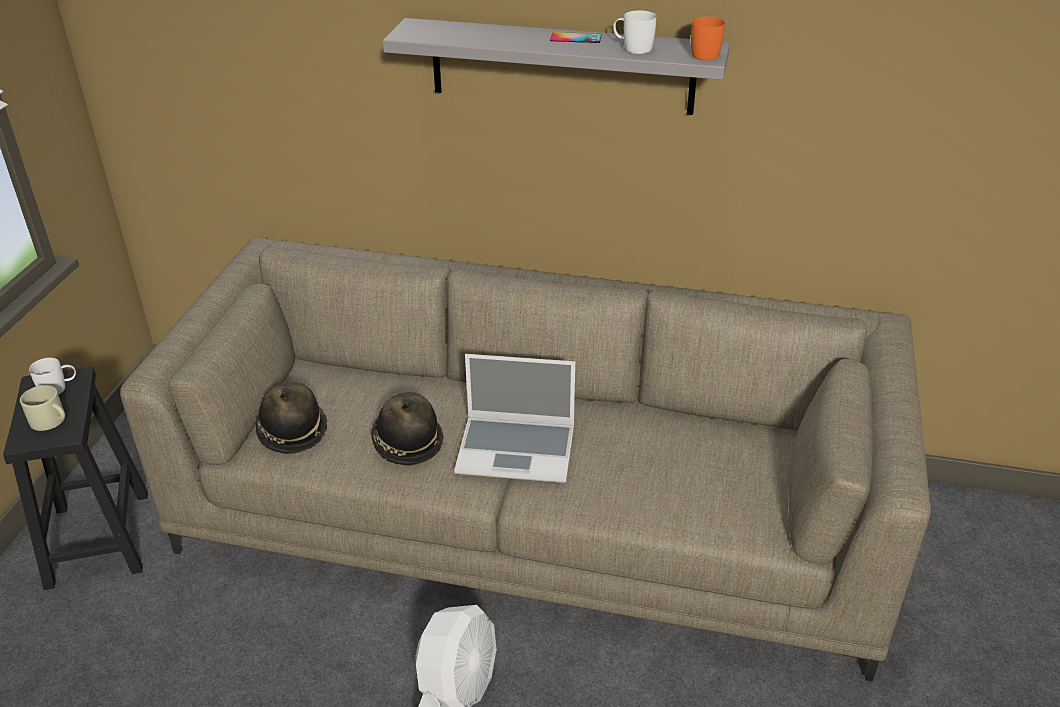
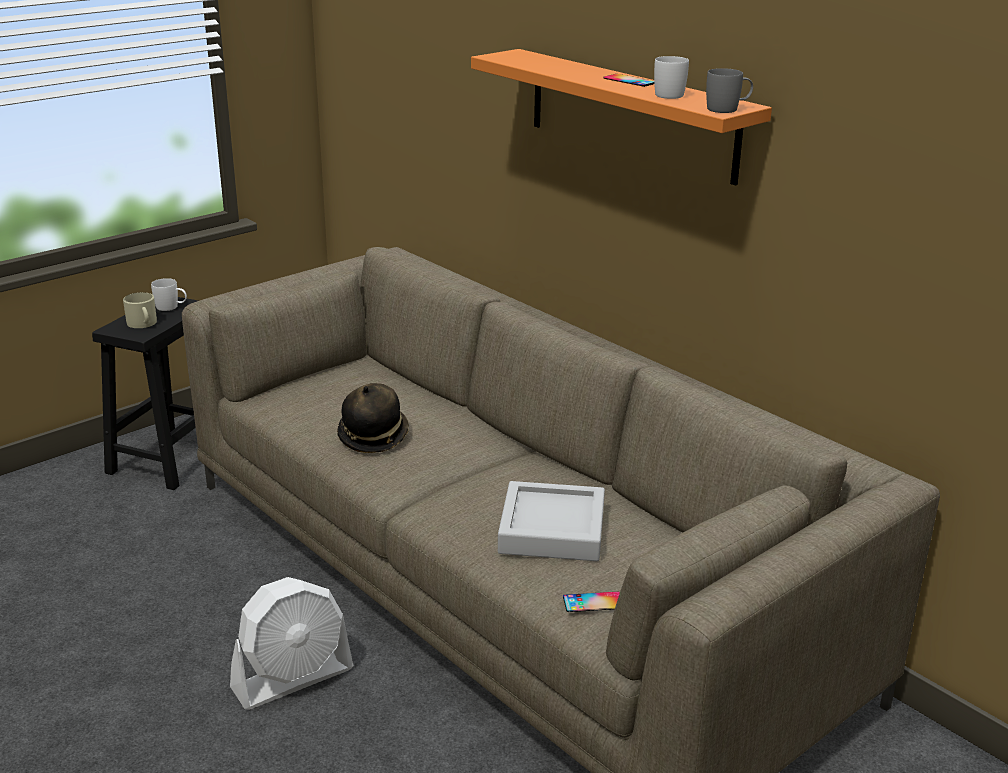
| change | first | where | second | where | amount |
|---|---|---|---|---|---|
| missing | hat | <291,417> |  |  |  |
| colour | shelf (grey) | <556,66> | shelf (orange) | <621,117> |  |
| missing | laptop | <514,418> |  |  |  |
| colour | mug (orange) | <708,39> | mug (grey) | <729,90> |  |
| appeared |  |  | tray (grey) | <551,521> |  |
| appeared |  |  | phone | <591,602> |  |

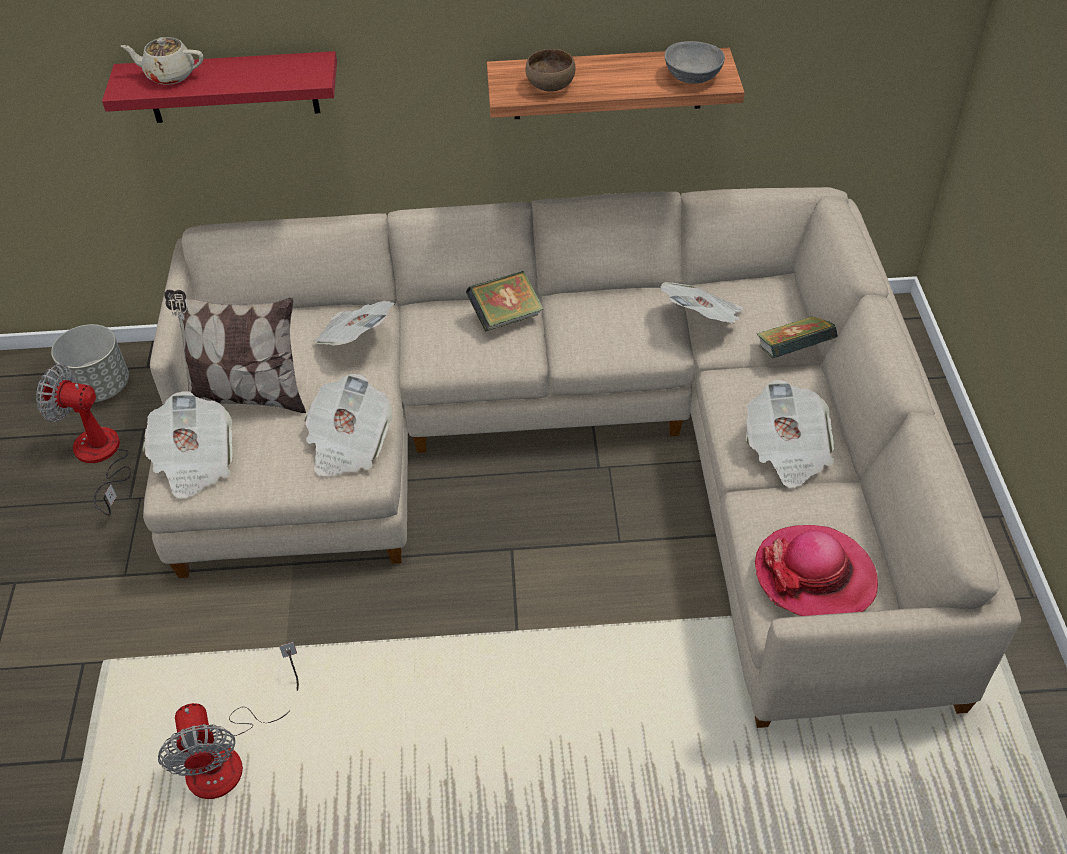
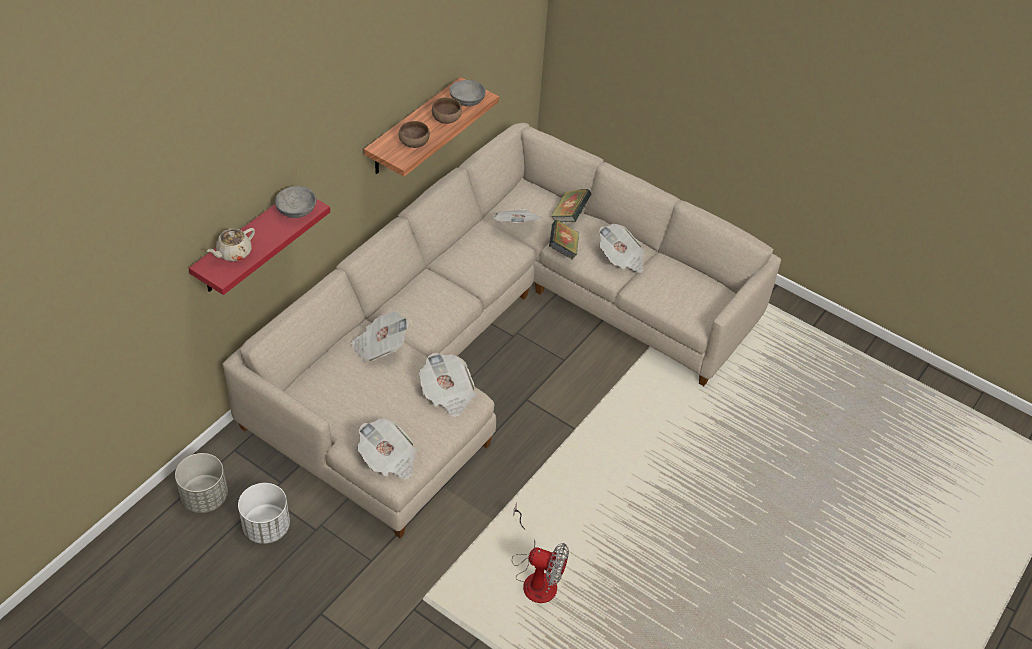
| change | first | where | second | where | amount |
|---|---|---|---|---|---|
| exchanged | fan | <83,439> | planter (white) | <264,513> |  |
| missing | pillow | <235,351> |  |  |  |
| relocated | book | <505,301> |  | <564,240> |  |
| missing | hat | <816,570> |  |  |  |
| appeared |  |  | bowl (grey) | <296,202> |  |
| appeared |  |  | bowl (brown) | <447,110> |  |

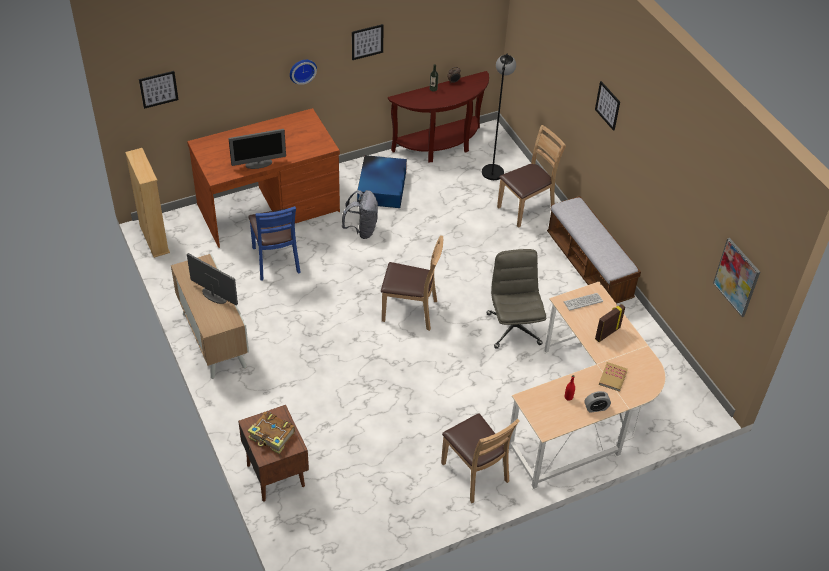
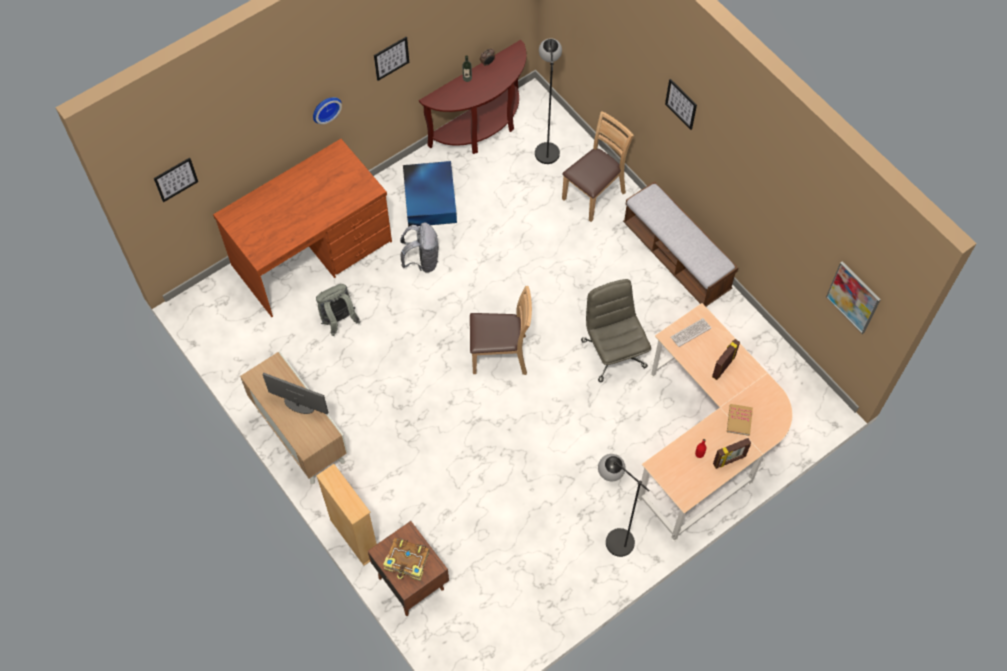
| change | first | where | second | where | amount |
|---|---|---|---|---|---|
| relocated | bookcase (beige) | <147,203> |  | <346,514> |  |
| missing | monitor | <257,149> |  |  |  |
| exchanged | chair (blue) | <274,243> | backpack (grey) | <338,310> |  |
| exchanged | chair (brown) | <480,458> | floor lamp (black) | <623,505> |  |
| exchanged | alarm clock | <597,402> | picture frame | <732,453> |  |

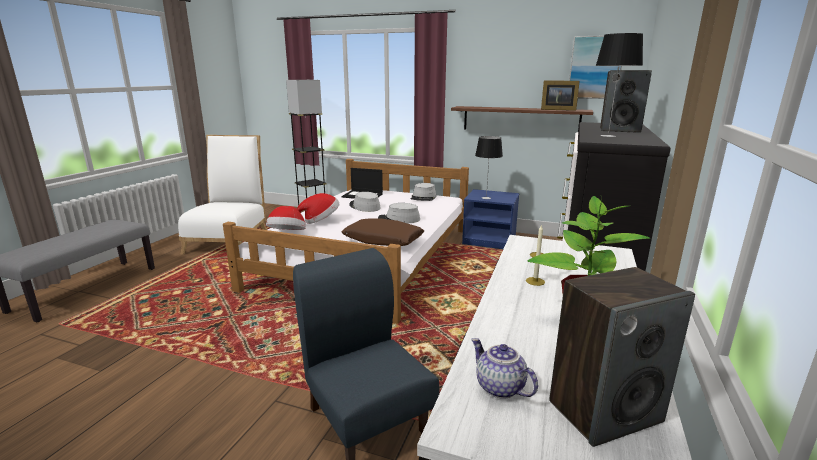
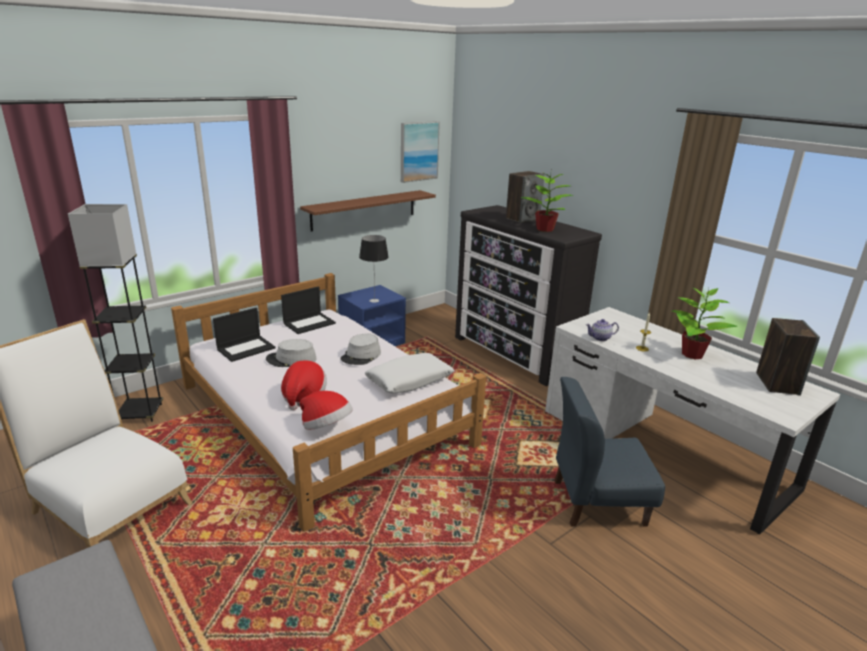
| change | first | where | second | where | amount |
|---|---|---|---|---|---|
| colour | pillow (brown) | <382,232> | pillow (white) | <410,373> |  |
| exchanged | hat (grey) | <423,192> | laptop | <308,310> |  |
| relocated | teapot | <504,368> |  | <602,330> |  |
| missing | picture frame | <560,96> |  |  |  |
| exchanged | table lamp | <619,85> | potted plant | <547,202> |  |

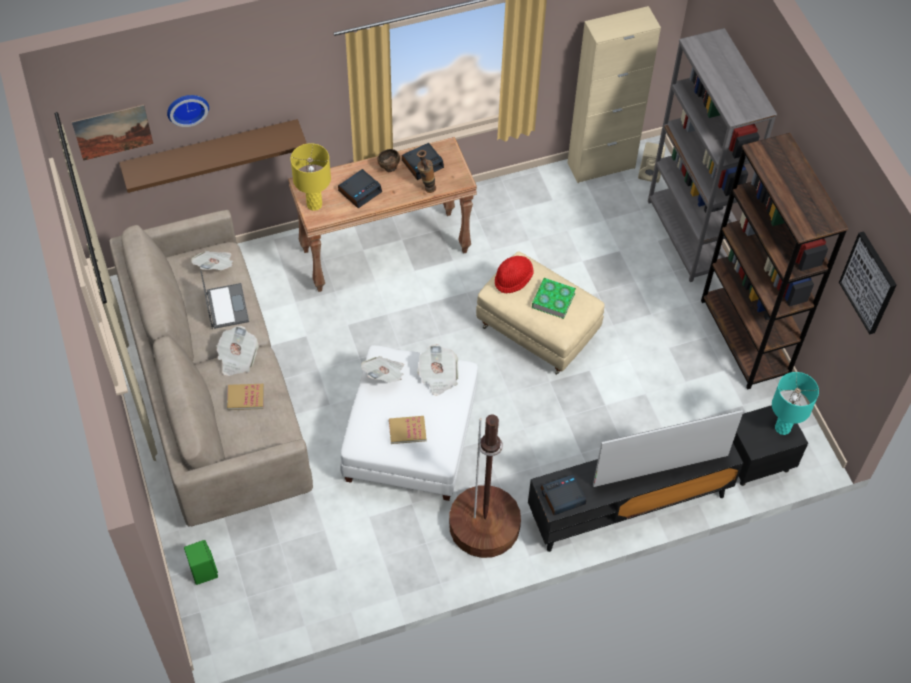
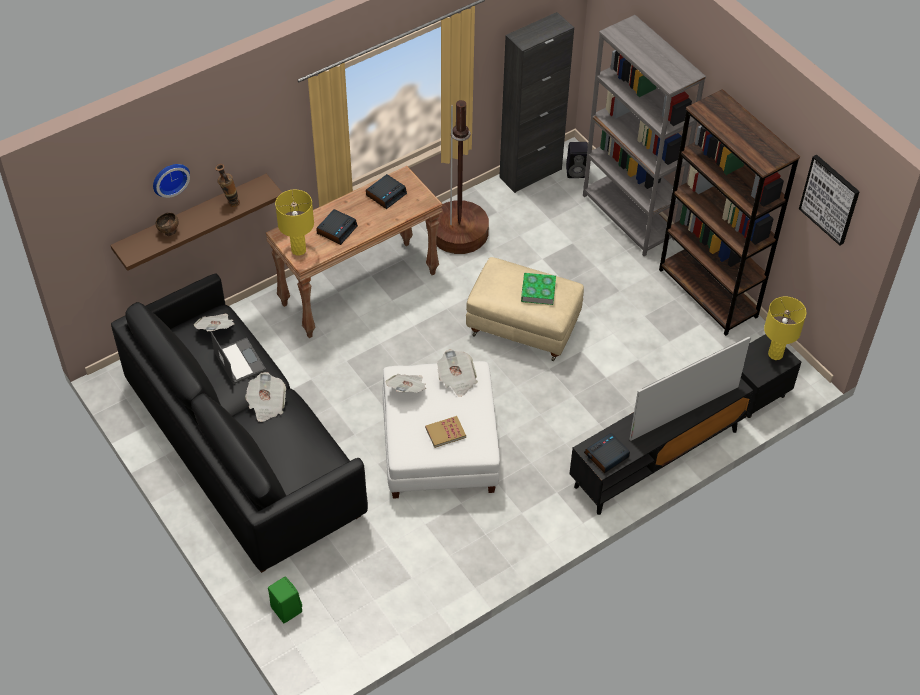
| change | first | where | second | where | amount |
|---|---|---|---|---|---|
| missing | picture | <112,132> |  |  |  |
| colour | sofa (beige) | <211,368> | sofa (black) | <239,423> |  |
| missing | book | <245,397> |  |  |  |
| relocated | bowl (brown) | <388,160> |  | <167,224> |  |
| relocated | vase | <426,171> |  | <227,185> |  |
| relocated | floor lamp (brown) | <485,486> |  | <462,177> |  |
| missing | hat (red) | <514,274> |  |  |  |
| colour | cabinet (beige) | <614,94> | cabinet (black) | <536,102> |  |
| colour | speaker (beige) | <652,162> | speaker (black) | <577,160> |  |
| colour | table lamp (turquoise) | <795,403> | table lamp (yellow) | <785,328> |  |

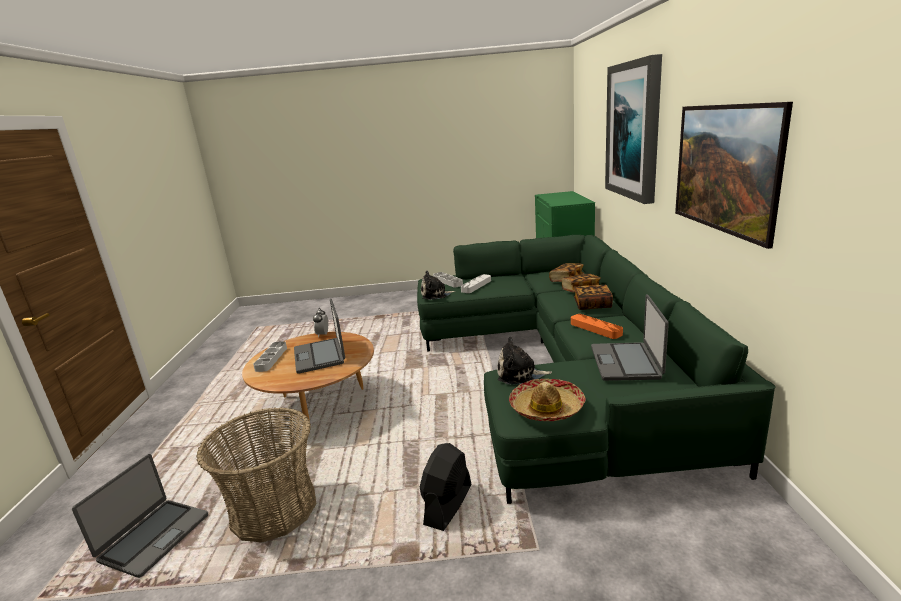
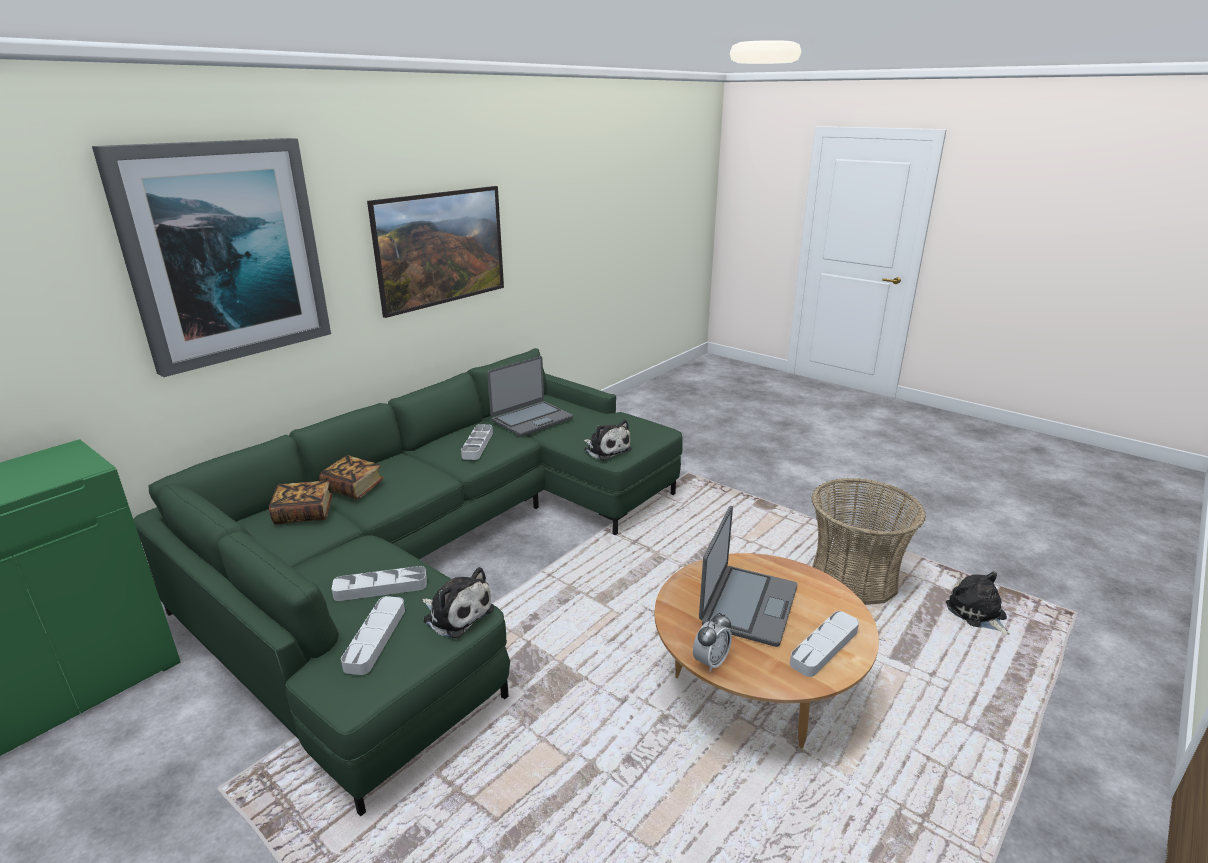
| change | first | where | second | where | amount |
|---|---|---|---|---|---|
| exchanged | laptop | <140,516> | plush toy | <978,603> |  |
| missing | fan (black) | <445,487> |  |  |  |
| missing | hat | <547,400> |  |  |  |
| colour | tray (orange) | <597,326> | tray (grey) | <477,442> |  |
| missing | book | <593,297> |  |  |  |

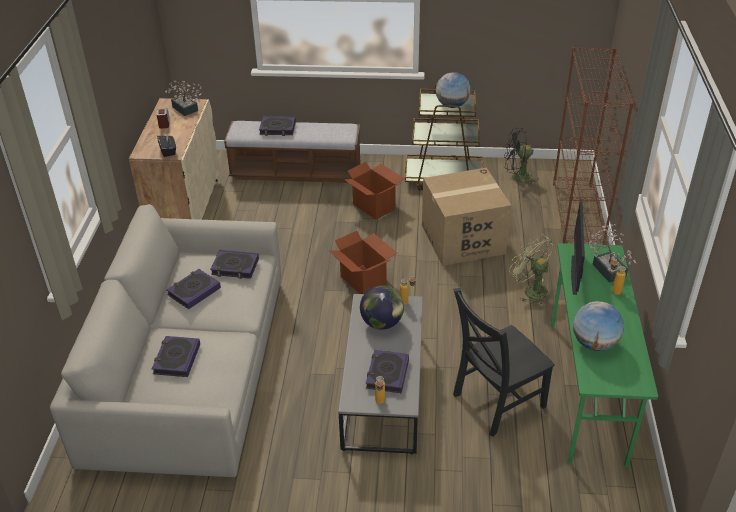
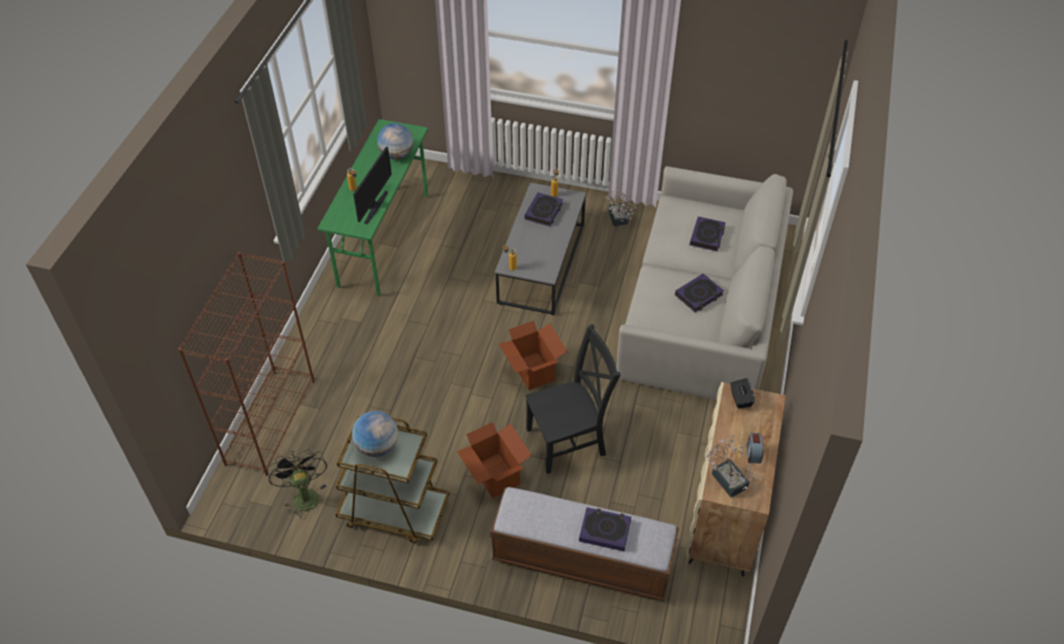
| change | first | where | second | where | amount |
|---|---|---|---|---|---|
| missing | book | <234,264> |  |  |  |
| missing | globe | <382,307> |  |  |  |
| missing | cardboard box | <466,217> |  |  |  |
| relocated | chair (black) | <504,362> |  | <573,399> |  |
| spun | fan (black) | <521,157> |  | <297,483> | 120 degrees counterclockwise |
| missing | fan (green) | <531,269> |  |  |  |
| relocated | potted plant | <612,253> |  | <620,208> |  |

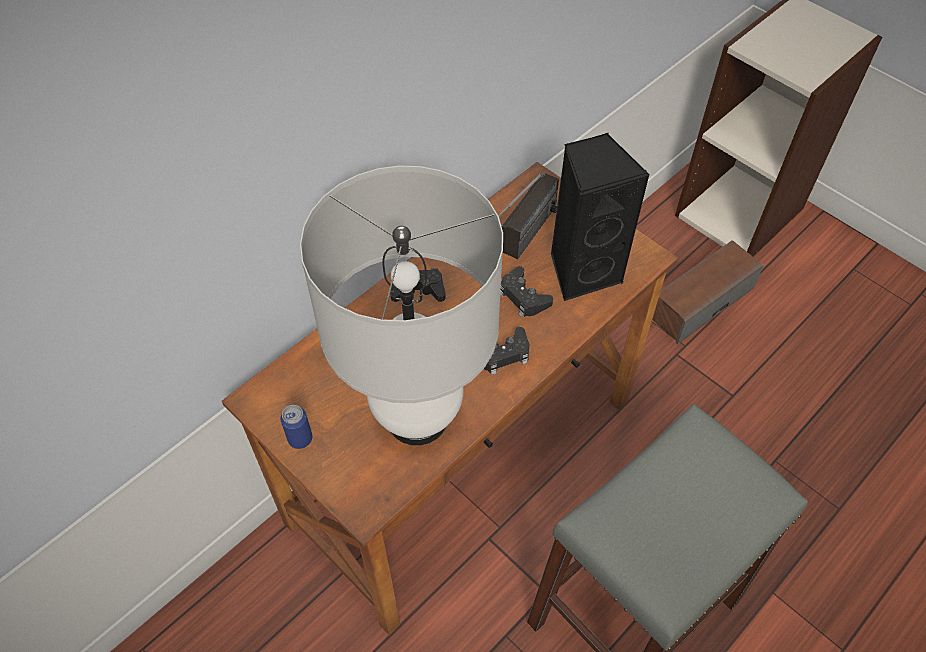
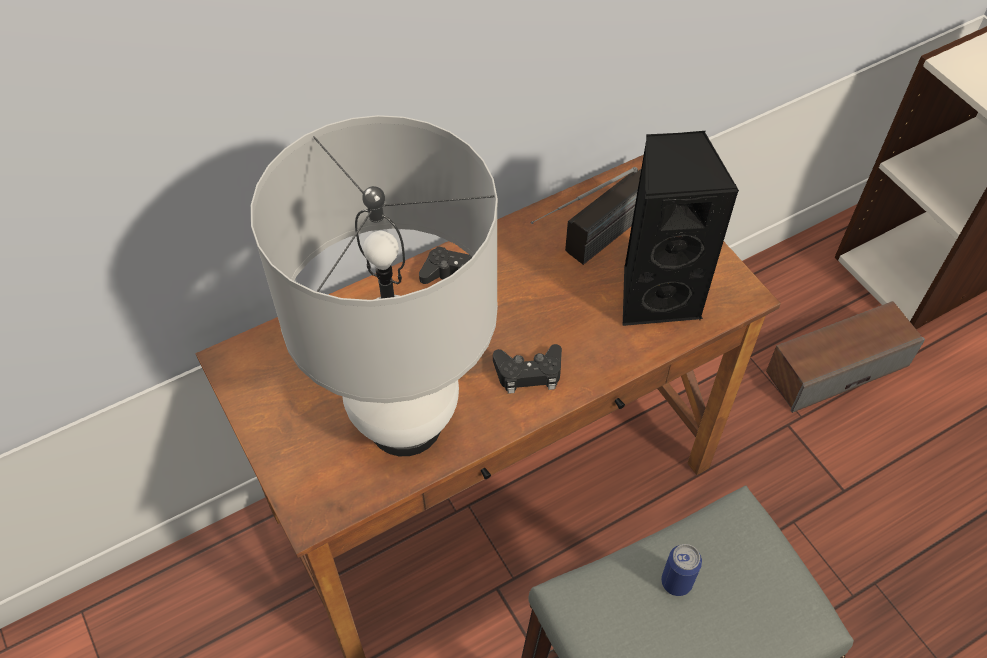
| change | first | where | second | where | amount |
|---|---|---|---|---|---|
| relocated | can | <296,427> |  | <681,570> |  |
| missing | game controller (black) | <526,291> |  |  |  |

